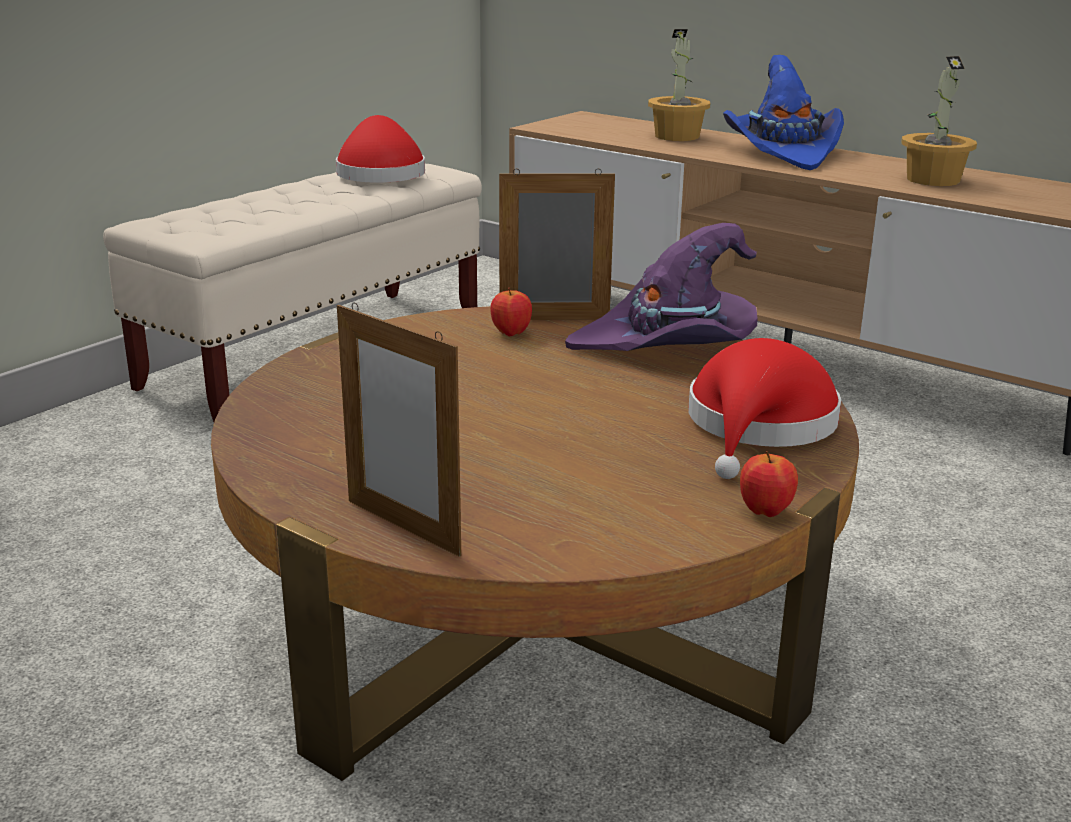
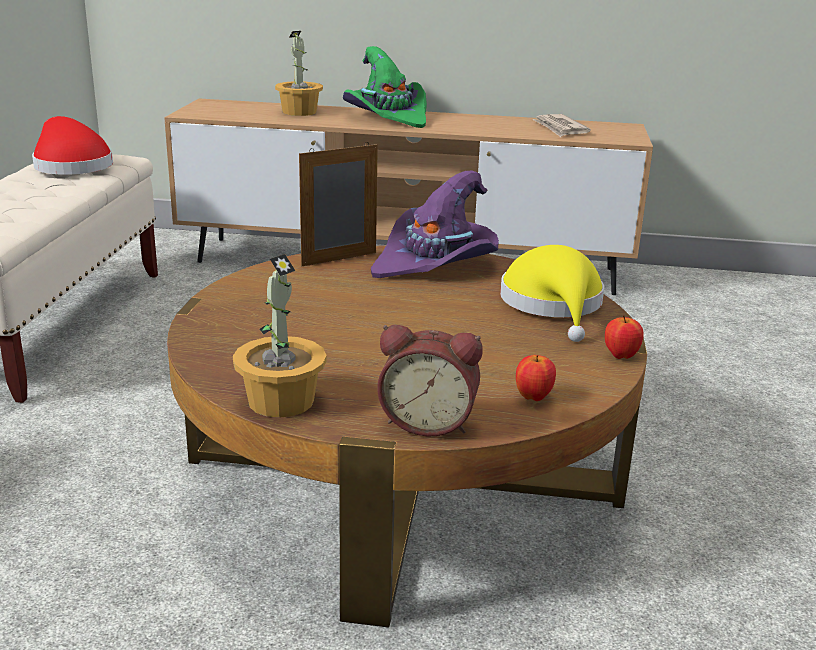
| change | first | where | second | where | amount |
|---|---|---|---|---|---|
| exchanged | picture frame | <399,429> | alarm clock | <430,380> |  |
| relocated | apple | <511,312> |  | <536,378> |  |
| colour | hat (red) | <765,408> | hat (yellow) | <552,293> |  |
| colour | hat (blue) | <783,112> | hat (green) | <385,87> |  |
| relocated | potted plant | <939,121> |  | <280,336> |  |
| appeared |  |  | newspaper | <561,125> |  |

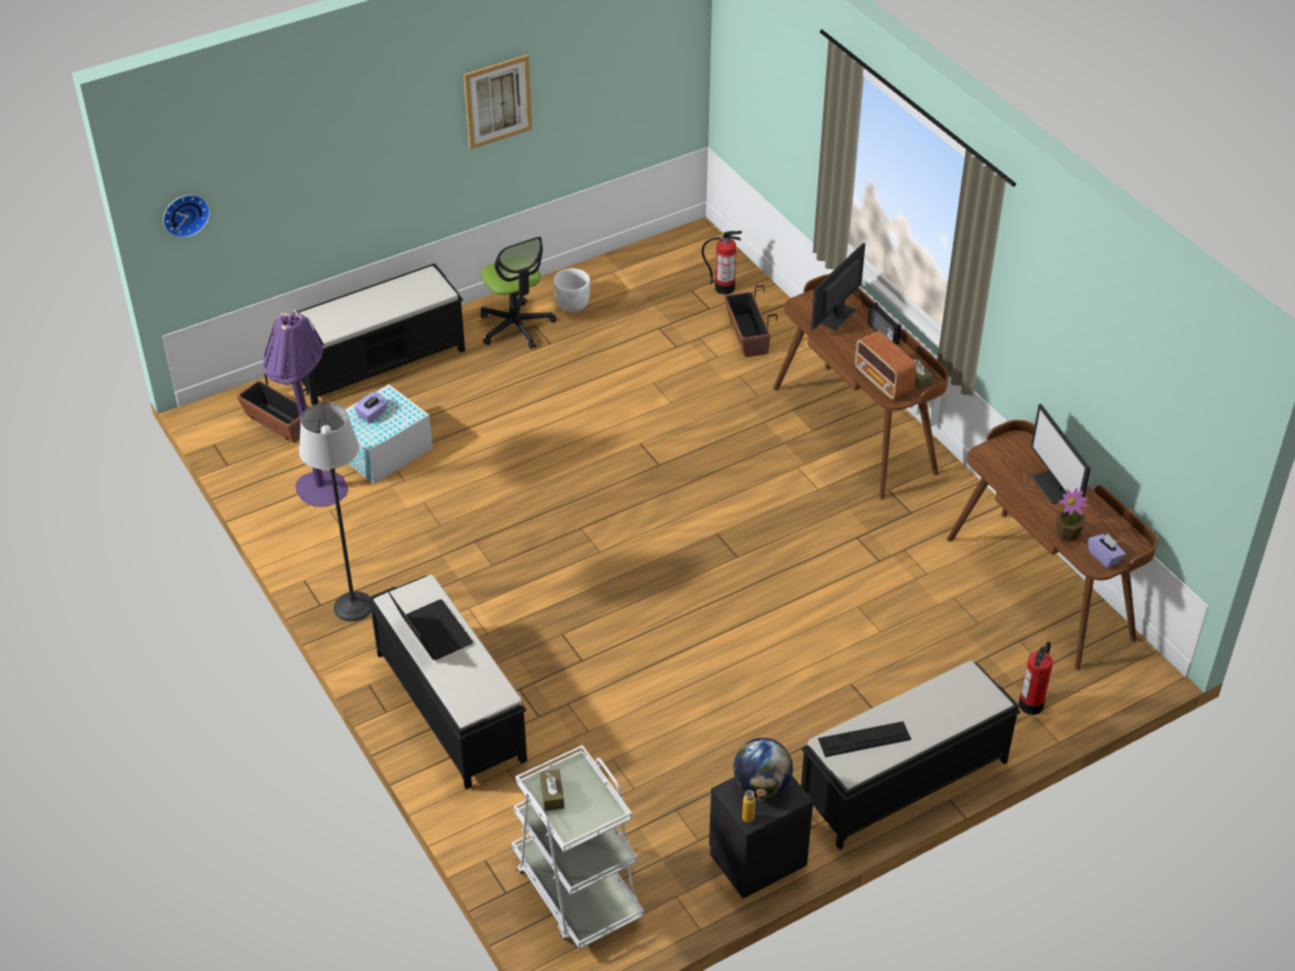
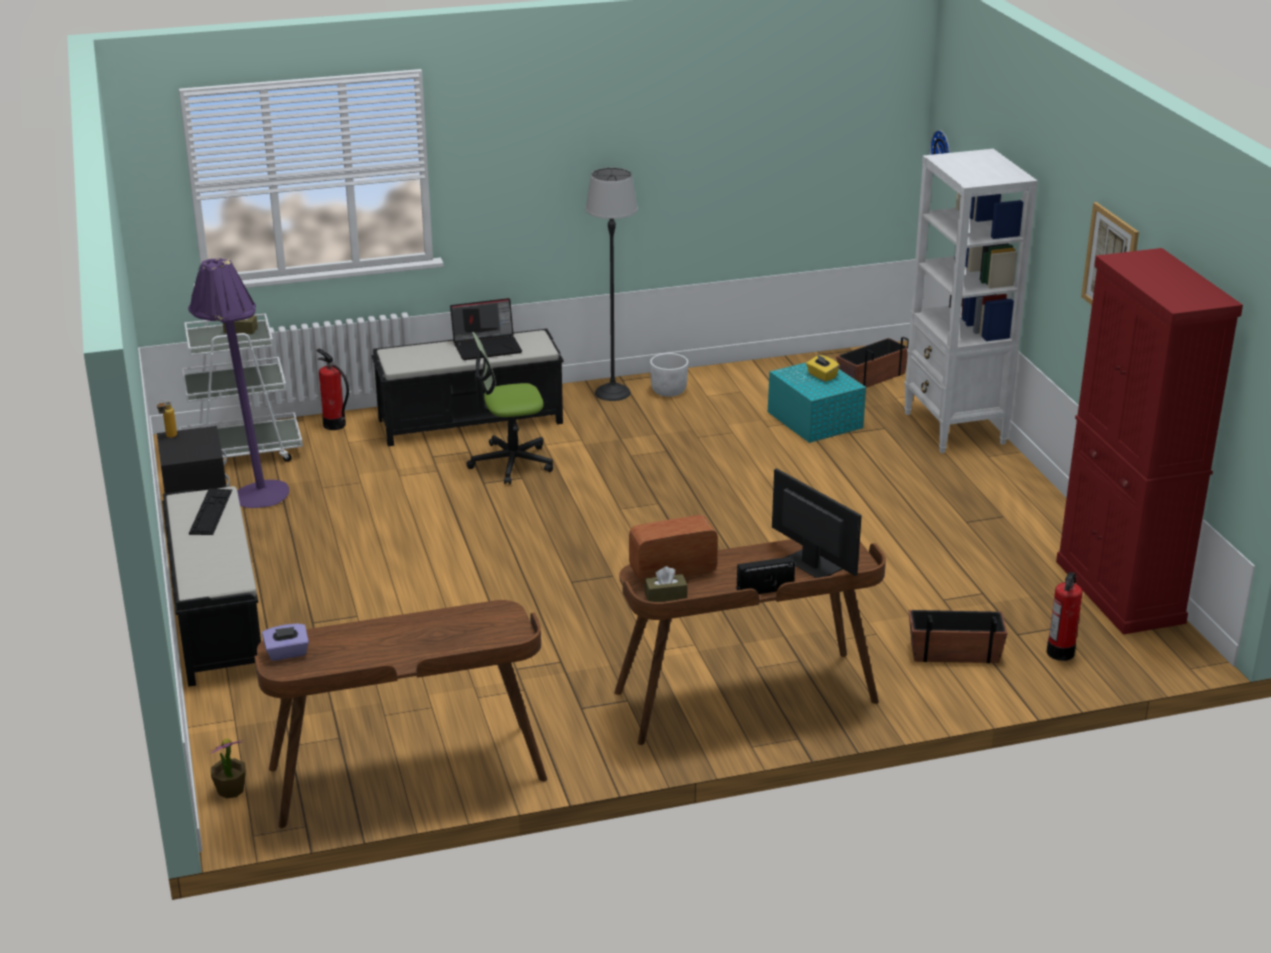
| change | first | where | second | where | amount |
|---|---|---|---|---|---|
| relocated | floor lamp (purple) | <305,408> |  | <238,383> |  |
| exchanged | bench (black) | <379,334> | bookcase (white) | <971,301> |  |
| colour | storage box (white) | <383,434> | storage box (turquoise) | <817,403> |  |
| colour | tissue box (purple) | <371,407> | tissue box (yellow) | <823,368> |  |
| relocated | office chair | <518,292> |  | <509,408> |  |
| relocated | planter (white) | <572,290> |  | <669,375> |  |
| missing | globe | <763,768> |  |  |  |
| relocated | fire extinguisher | <1036,678> |  | <332,389> |  |
| missing | monitor | <1061,456> |  |  |  |
| relocated | potted plant | <1072,515> |  | <228,769> |  |
| appeared |  |  | cabinet (red) | <1149,441> |  |

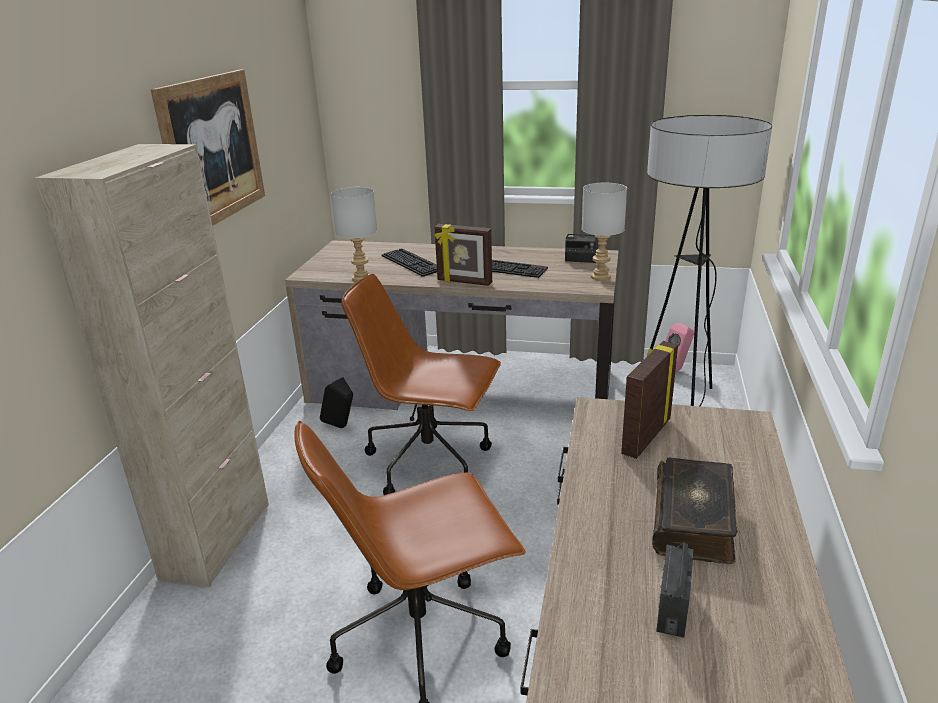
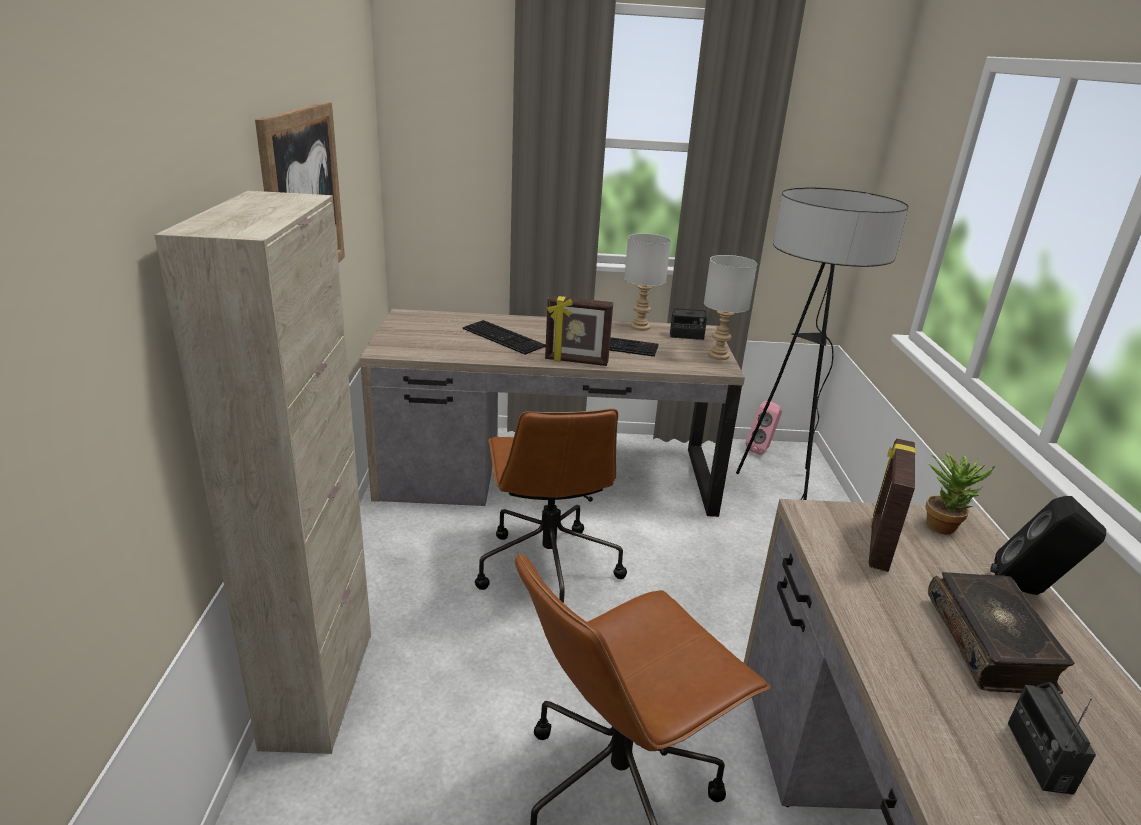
| change | first | where | second | where | amount |
|---|---|---|---|---|---|
| relocated | speaker (black) | <336,402> |  | <1048,545> |  |
| relocated | table lamp (grey) | <354,234> |  | <647,282> |  |
| spun | office chair (brown) | <421,384> |  | <551,505> | 105 degrees counterclockwise |
| appeared |  |  | potted plant | <960,494> |  |

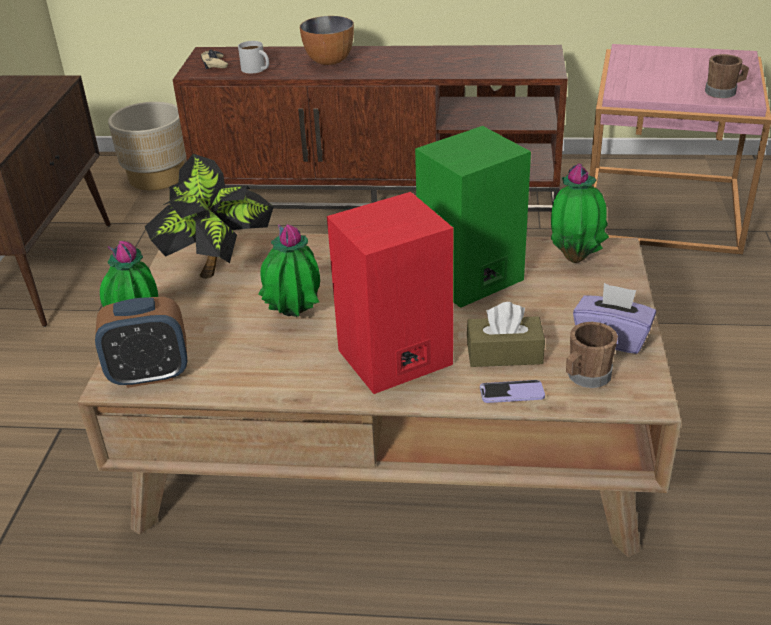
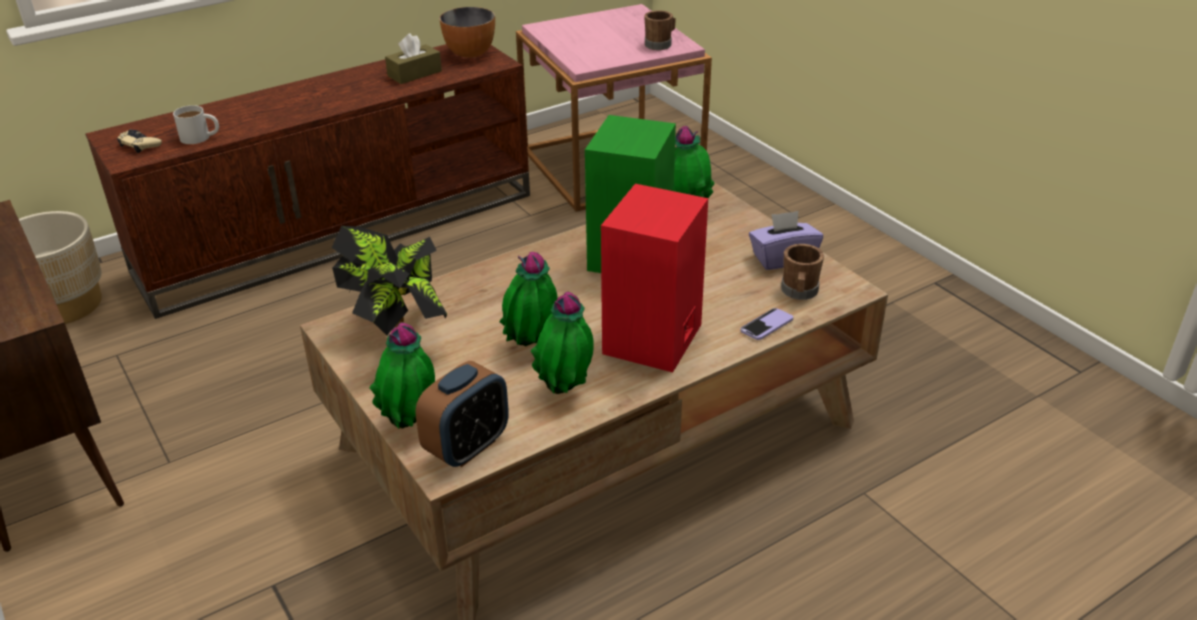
| change | first | where | second | where | amount |
|---|---|---|---|---|---|
| relocated | bowl | <327,40> |  | <467,32> |  |
| relocated | tissue box (brown) | <506,334> |  | <413,58> |  |
| appeared |  |  | potted plant | <562,343> |  |

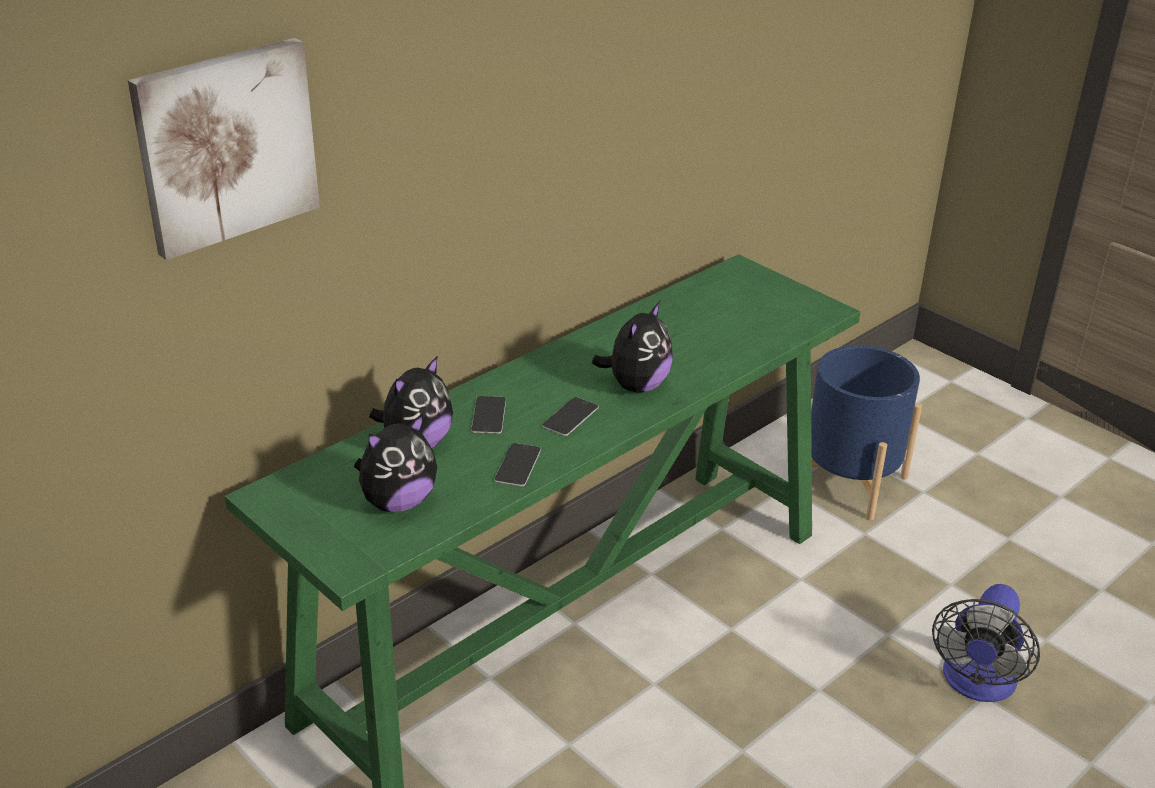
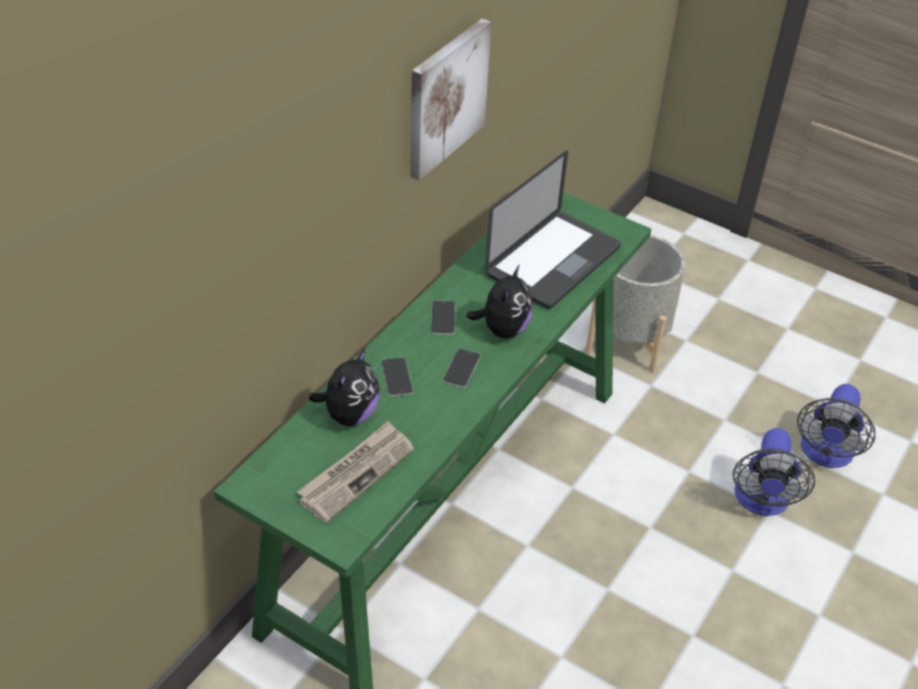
| change | first | where | second | where | amount |
|---|---|---|---|---|---|
| relocated | picture | <224,149> |  | <450,100> |  |
| exchanged | plush toy | <395,463> | newspaper | <355,472> |  |
| relocated | phone | <517,465> |  | <443,317> |  |
| colour | planter (blue) | <866,432> | planter (grey) | <635,304> |  |
| appeared |  |  | laptop | <553,229> |  |
| appeared |  |  | fan | <836,426> |  |

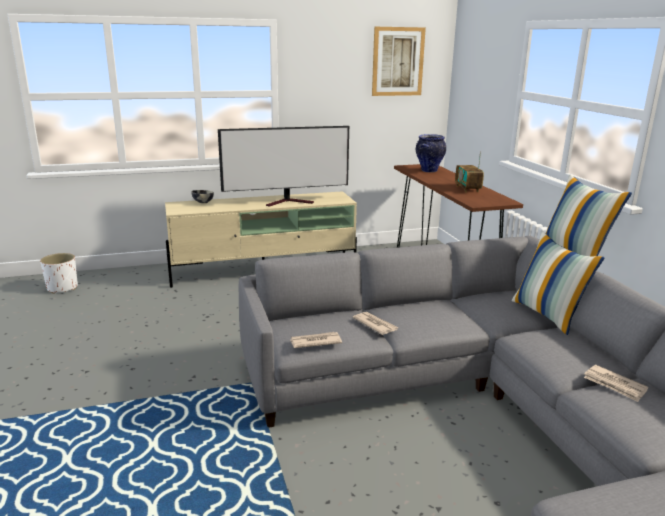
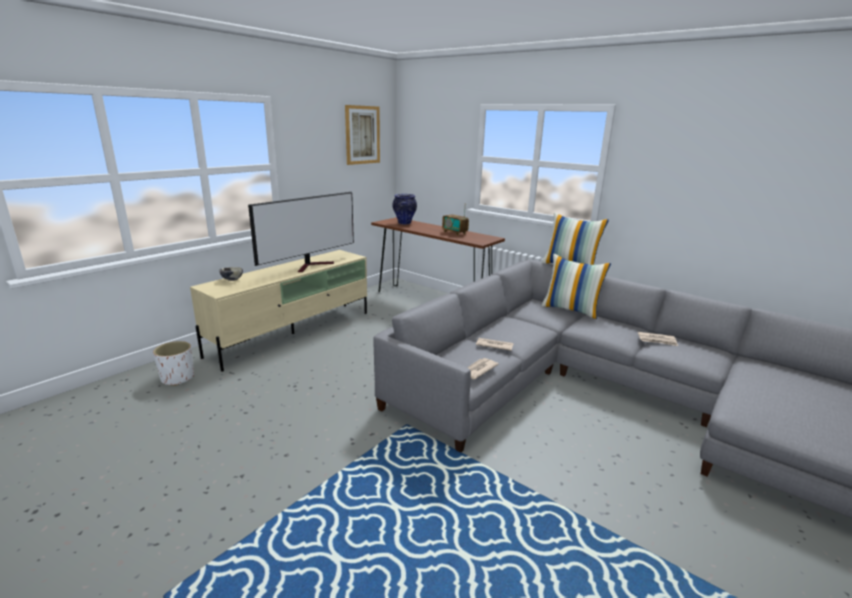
| change | first | where | second | where | amount |
|---|---|---|---|---|---|
| relocated | planter (white) | <59,273> |  | <173,363> |  |

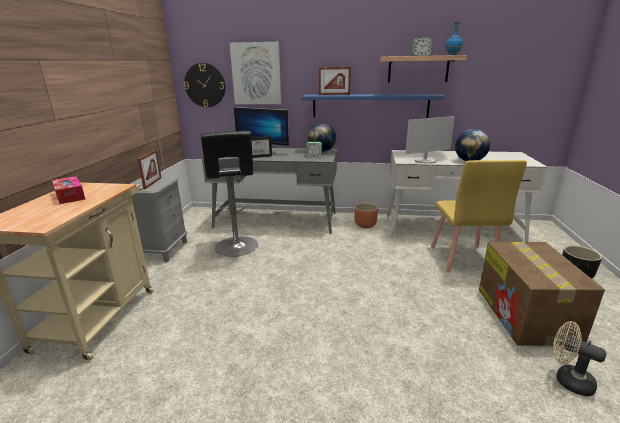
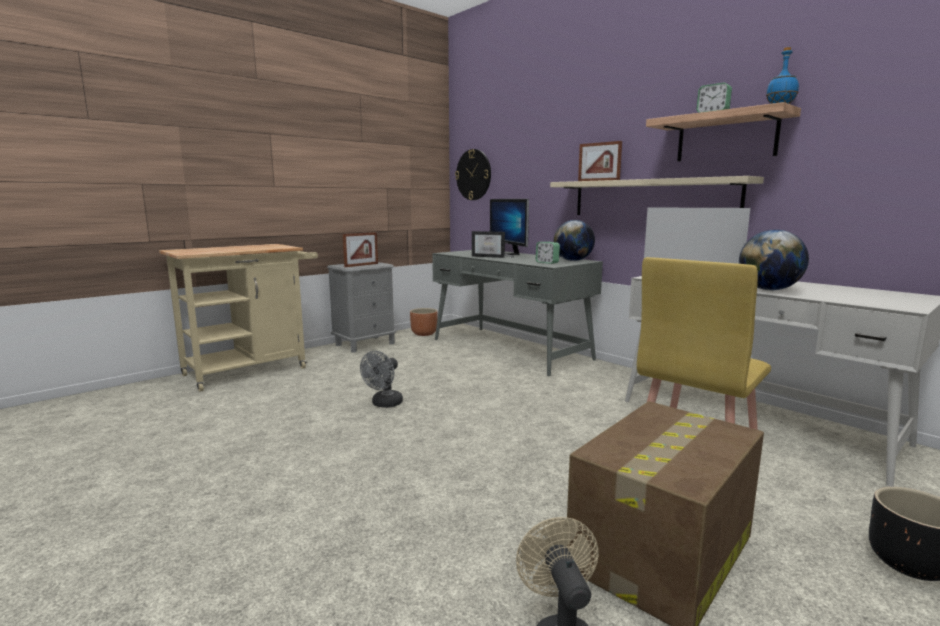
| change | first | where | second | where | amount |
|---|---|---|---|---|---|
| missing | tissue box | <68,190> |  |  |  |
| missing | stool (black) | <229,194> |  |  |  |
| missing | picture | <255,73> |  |  |  |
| colour | shelf (blue) | <373,106> | shelf (beige) | <657,195> |  |
| relocated | planter (brown) | <366,215> |  | <424,322> |  |
| appeared |  |  | fan (grey) | <381,379> |  |

